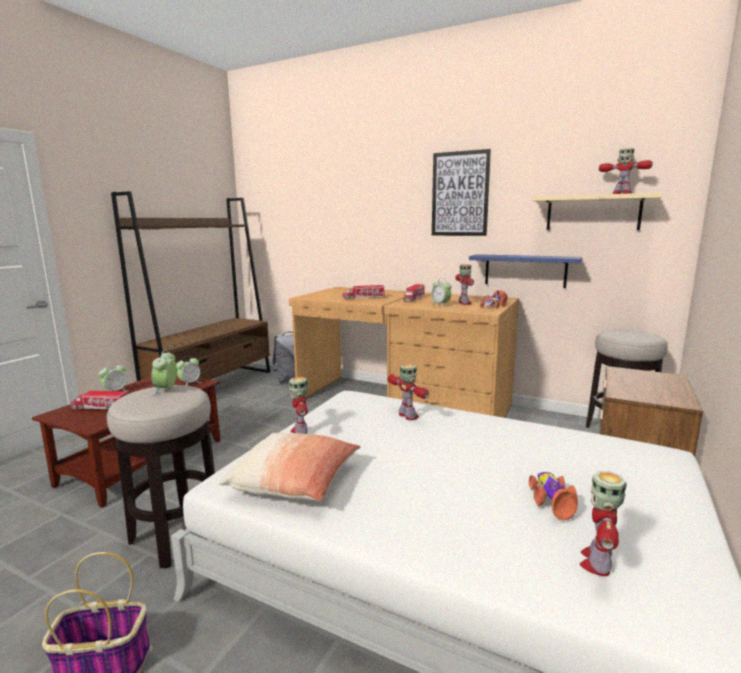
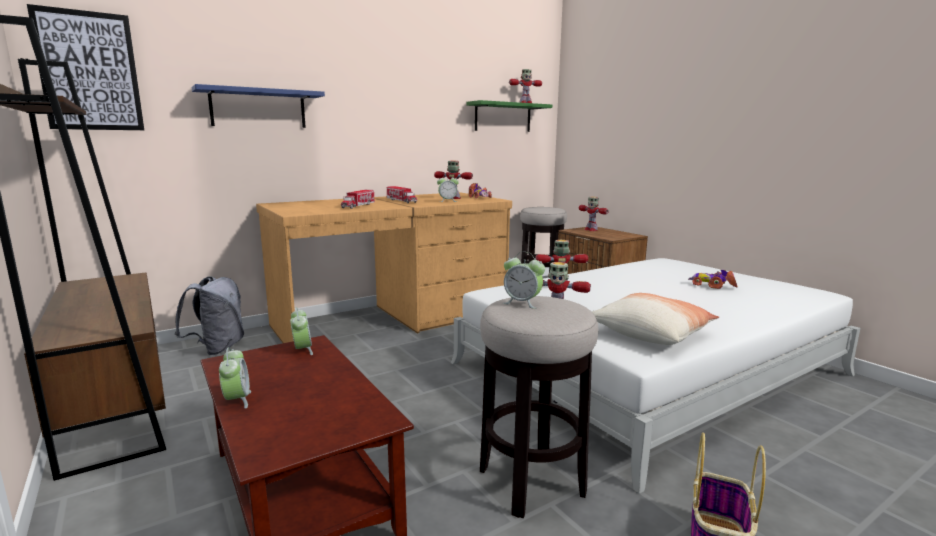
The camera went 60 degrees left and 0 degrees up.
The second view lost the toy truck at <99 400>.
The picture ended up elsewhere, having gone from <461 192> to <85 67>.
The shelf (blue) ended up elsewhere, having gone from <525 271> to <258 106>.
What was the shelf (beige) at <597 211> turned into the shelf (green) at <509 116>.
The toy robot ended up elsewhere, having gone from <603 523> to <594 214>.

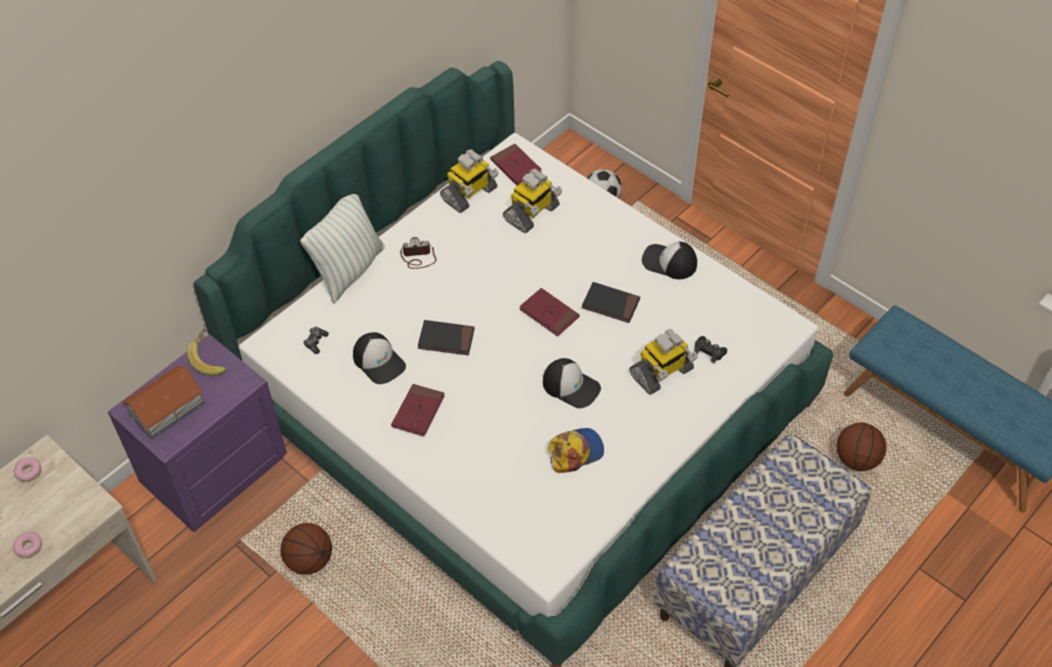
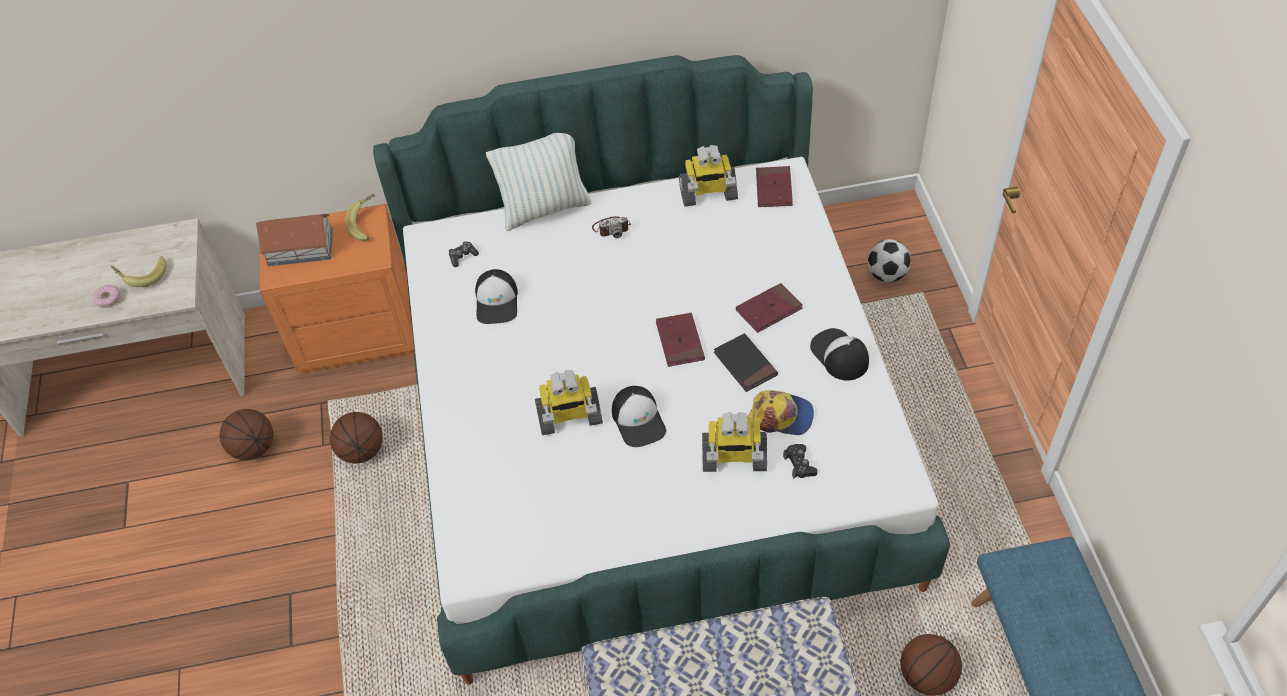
The camera went 40 degrees right and 0 degrees up.
The second view lost the donut at <27 469>.
What was the nightstand (purple) at <197 433> turned into the nightstand (orange) at <336 288>.
The book (red) ended up elsewhere, having gone from <418 410> to <769 308>.
The photo camera at <418 253> ended up facing another way, 135 degrees clockwise from before.
The second view lost the book (black) at <446 337>.
The toy robot ended up elsewhere, having gone from <532 200> to <569 402>.
The cap ended up elsewhere, having gone from <576 450> to <781 412>.
The second view gained the banana at <139 271>.
The second view gained the basketball at <246 434>.

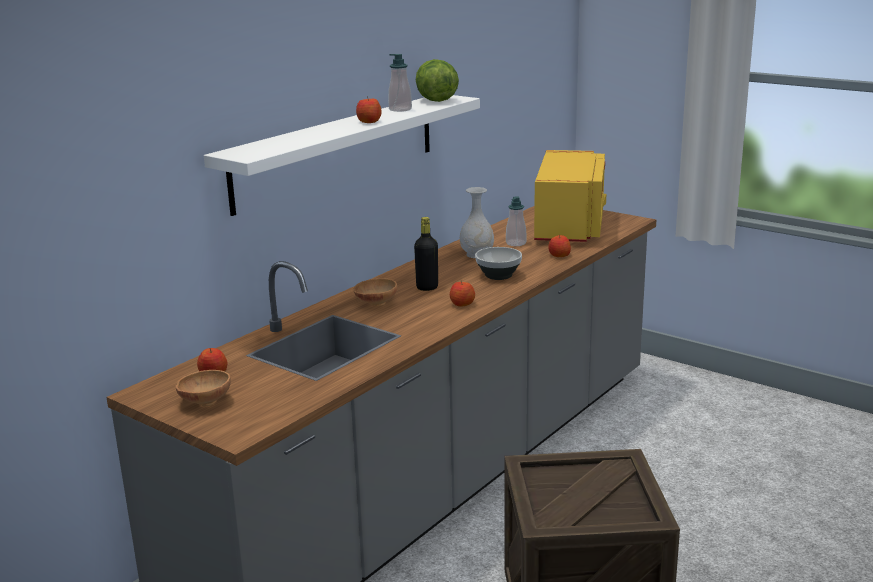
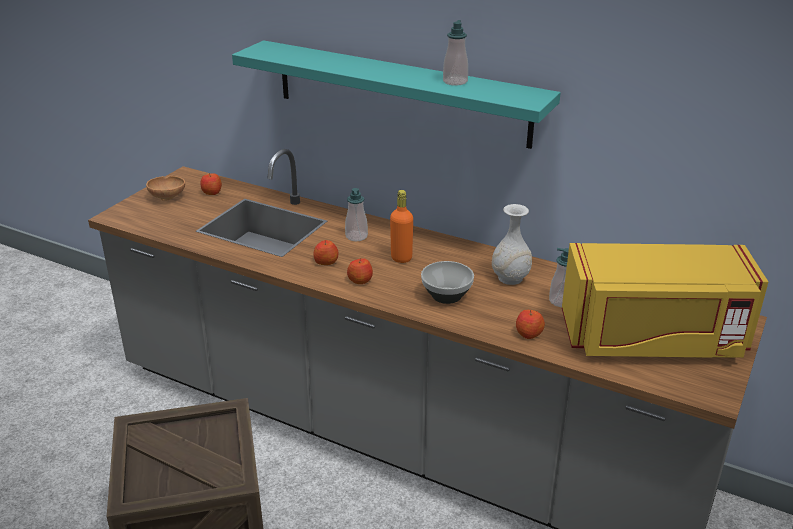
The camera went 80 degrees right and 10 degrees up.
What was the shelf (white) at <342 155> turned into the shelf (turquoise) at <396 94>.
Where the bowl (brown) stood at <375 292>, the soap dispenser came to stand at <356 214>.
The apple ended up elsewhere, having gone from <369 109> to <326 252>.
What was the bottle (black) at <426 254> turned into the bottle (orange) at <401 226>.
The second view lost the lettuce at <437 80>.

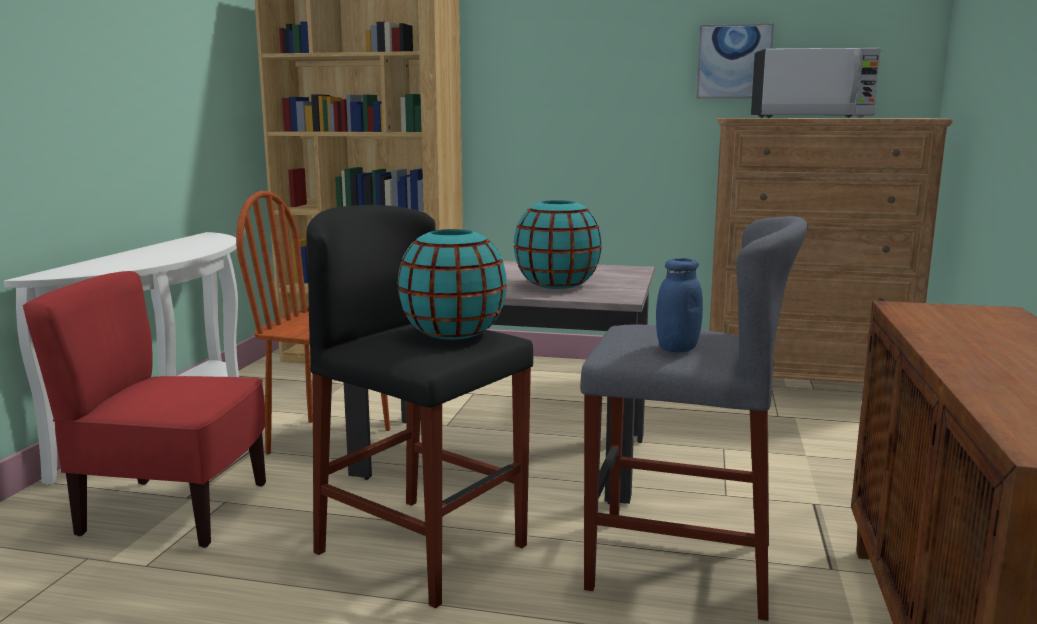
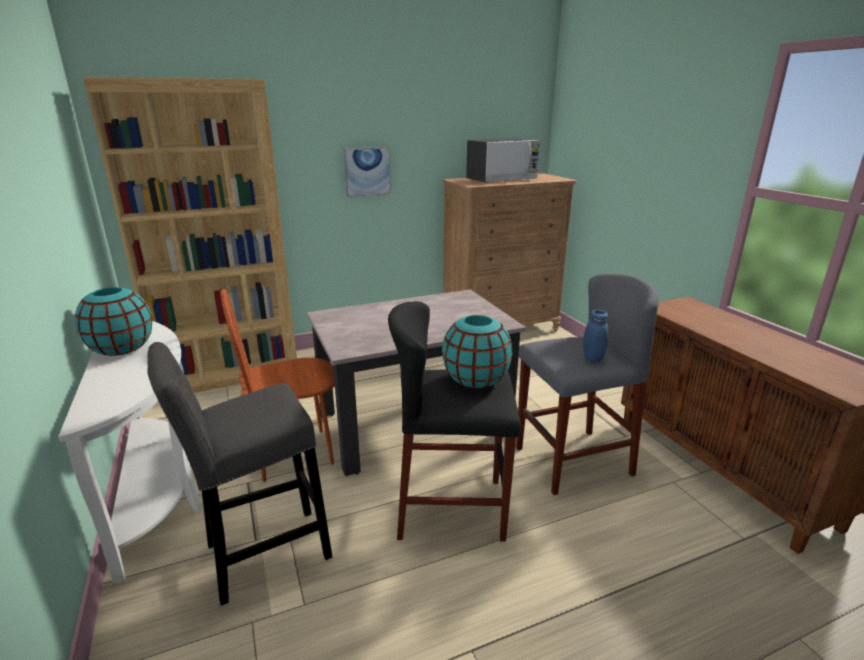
The camera went 35 degrees left and 10 degrees up.
Where the chair (red) stood at <144 409>, the stool (grey) came to stand at <239 474>.
The vase (turquoise) ended up elsewhere, having gone from <558 244> to <113 321>.
The picture ended up elsewhere, having gone from <735 61> to <367 172>.

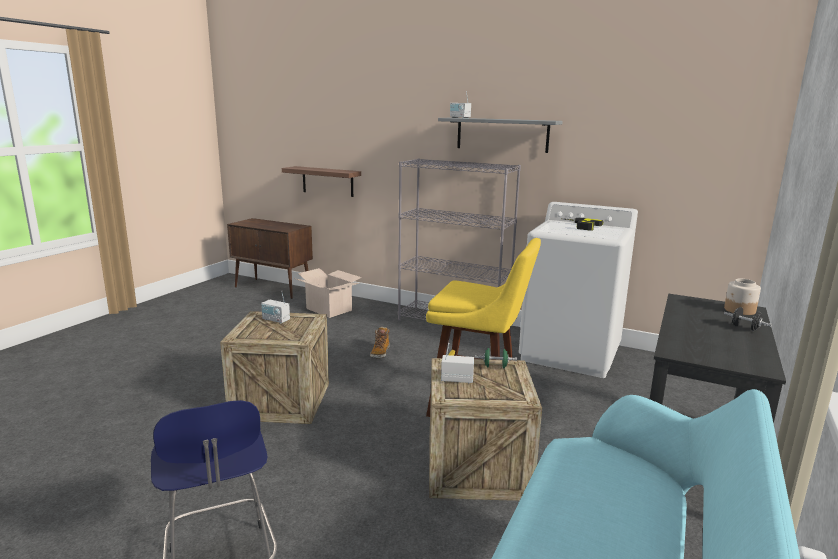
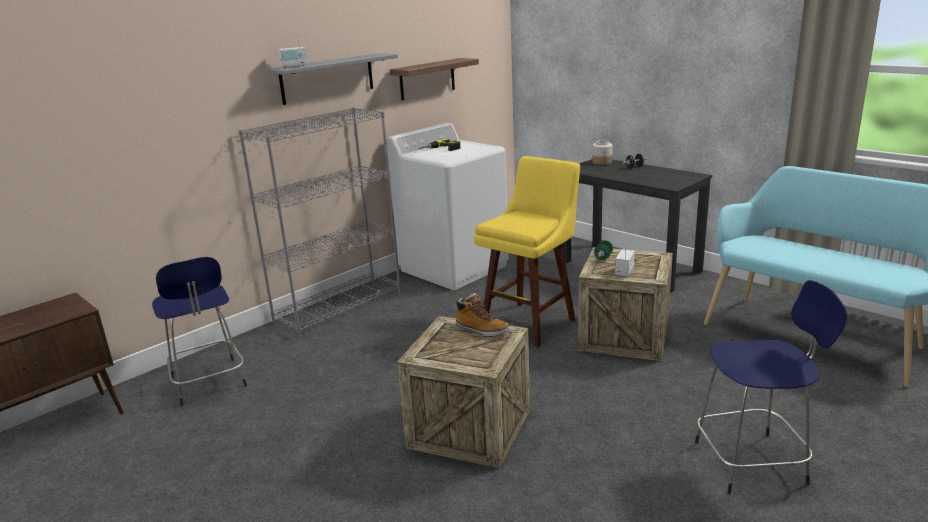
The camera went 70 degrees left and 5 degrees up.
The second view lost the radio at <275 307>.
The shelf ended up elsewhere, having gone from <321 181> to <434 79>.
Where the cardboard box stood at <328 293>, the stool (blue) came to stand at <199 331>.
The boot ended up elsewhere, having gone from <380 342> to <482 315>.

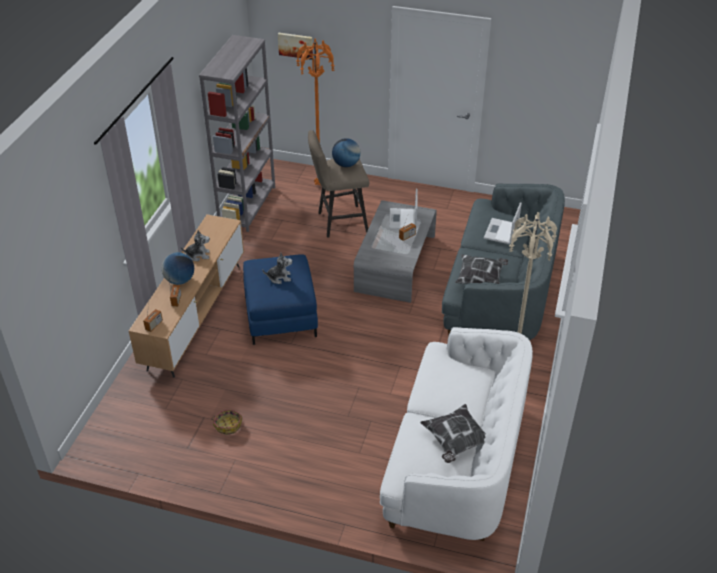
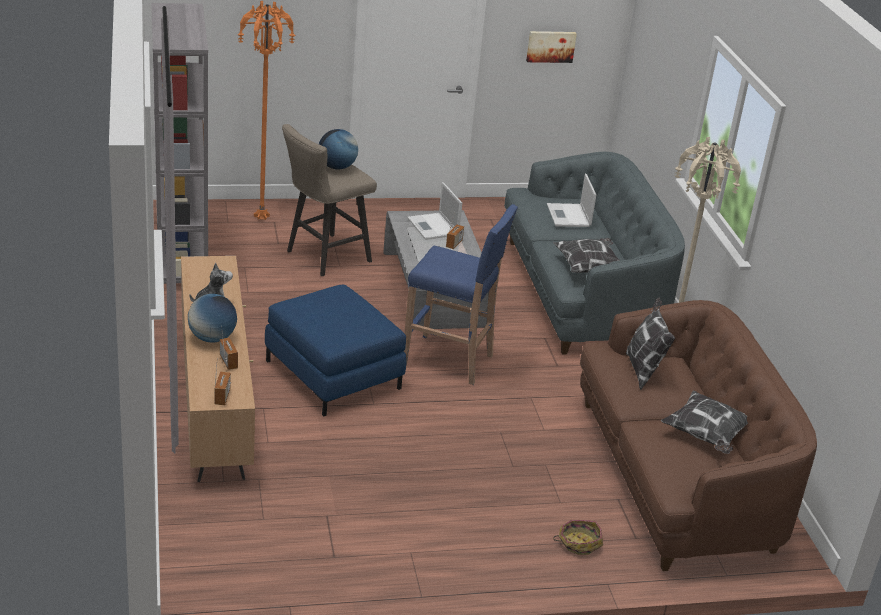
The camera went 30 degrees left and 10 degrees down.
The basket ended up elsewhere, having gone from <227 422> to <578 537>.
The second view lost the plush toy at <277 268>.
The picture ended up elsewhere, having gone from <295 46> to <551 47>.
What was the sofa (white) at <456 434> turned into the sofa (brown) at <698 435>.
The second view gained the stool (blue) at <461 294>.
The second view gained the pillow at <650 343>.

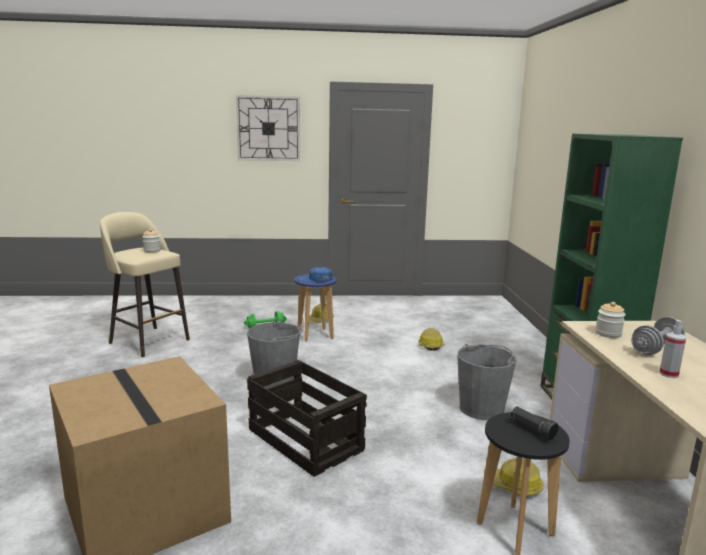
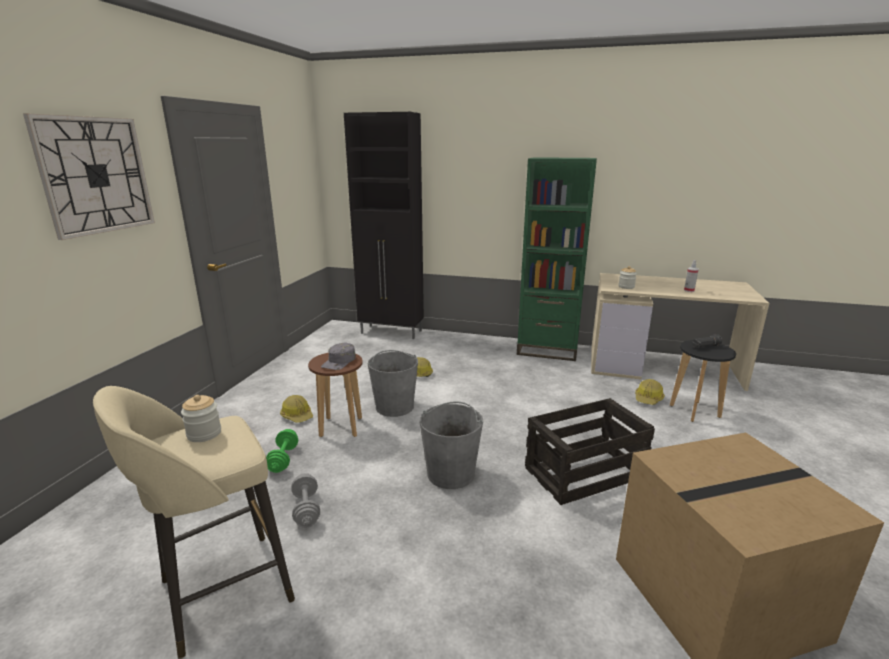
The camera went 70 degrees left and 5 degrees up.
What was the stool (blue) at <315 308> turned into the stool (brown) at <335 395>.
What was the cap (blue) at <316 274> turned into the cap (grey) at <338 356>.
The bucket (grey) ended up elsewhere, having gone from <486 382> to <393 383>.
The dumbbell (grey) ended up elsewhere, having gone from <658 336> to <305 500>.
The second view gained the cabinet (black) at <384 225>.

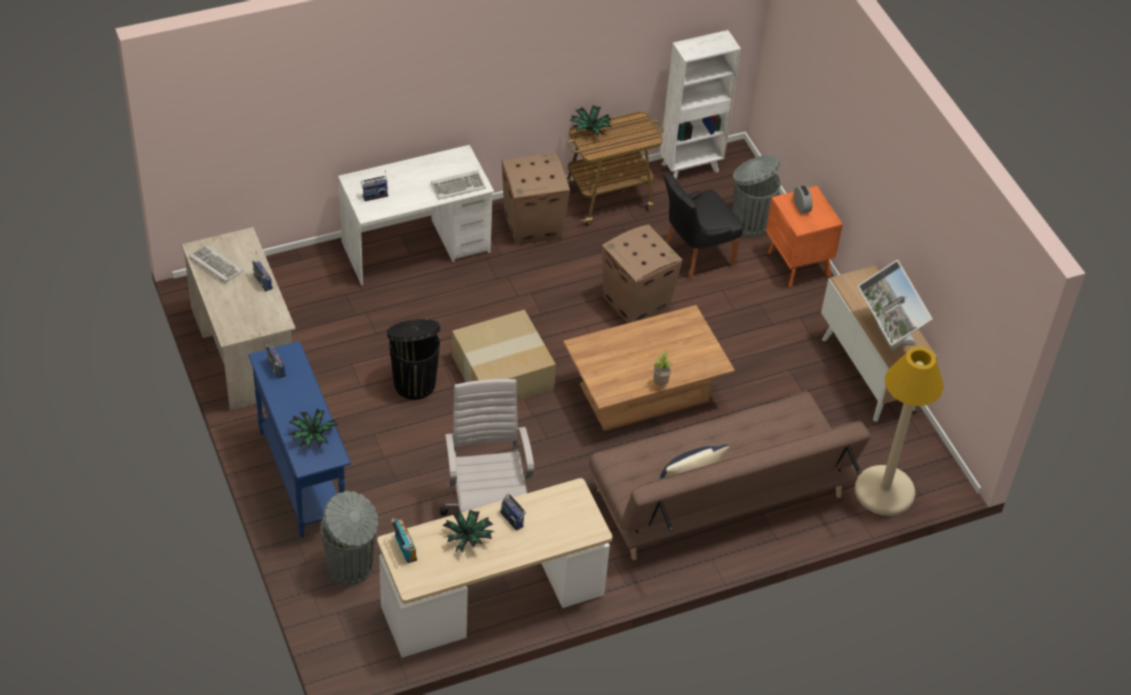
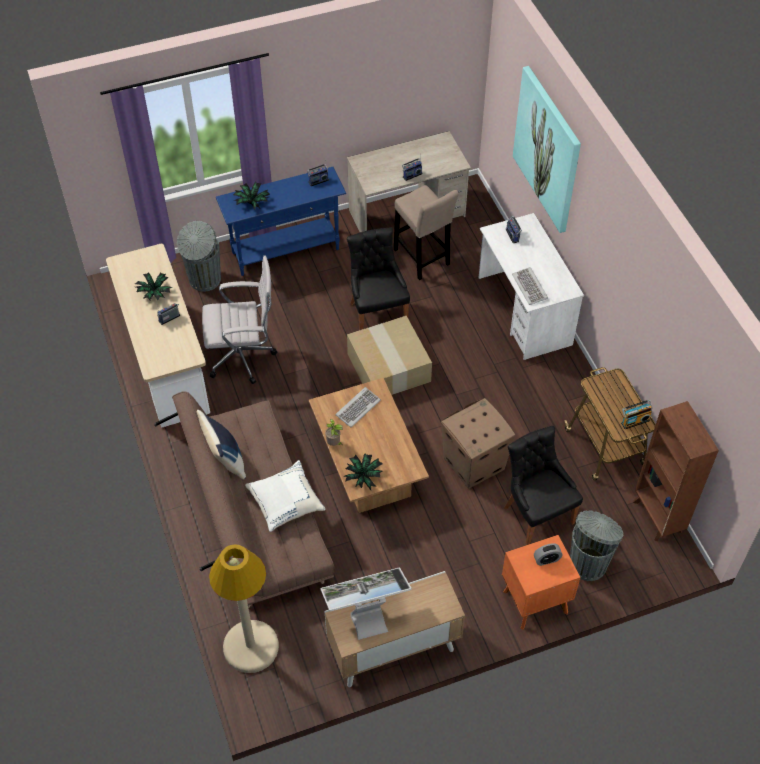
The camera went 95 degrees right and 5 degrees up.
The keyboard ended up elsewhere, having gone from <216 263> to <358 407>.
Where the trash can (black) stood at <413 359>, the chair (black) came to stand at <378 279>.
The radio ended up elsewhere, having gone from <404 540> to <637 414>.
The second view lost the cardboard box at <535 199>.
The potted plant ended up elsewhere, having gone from <590 120> to <363 471>.
What was the bookcase (white) at <700 105> turned into the bookcase (brown) at <676 471>.
The second view gained the pillow (white) at <285 496>.
The second view gained the stool (beige) at <426 232>.
The second view gained the picture at <547 149>.

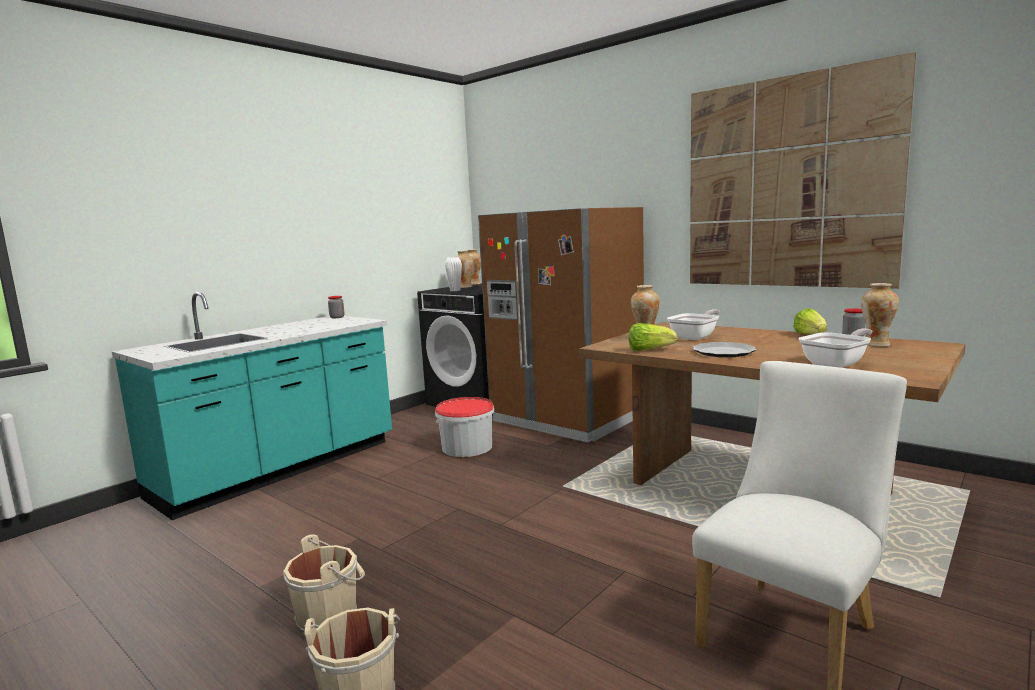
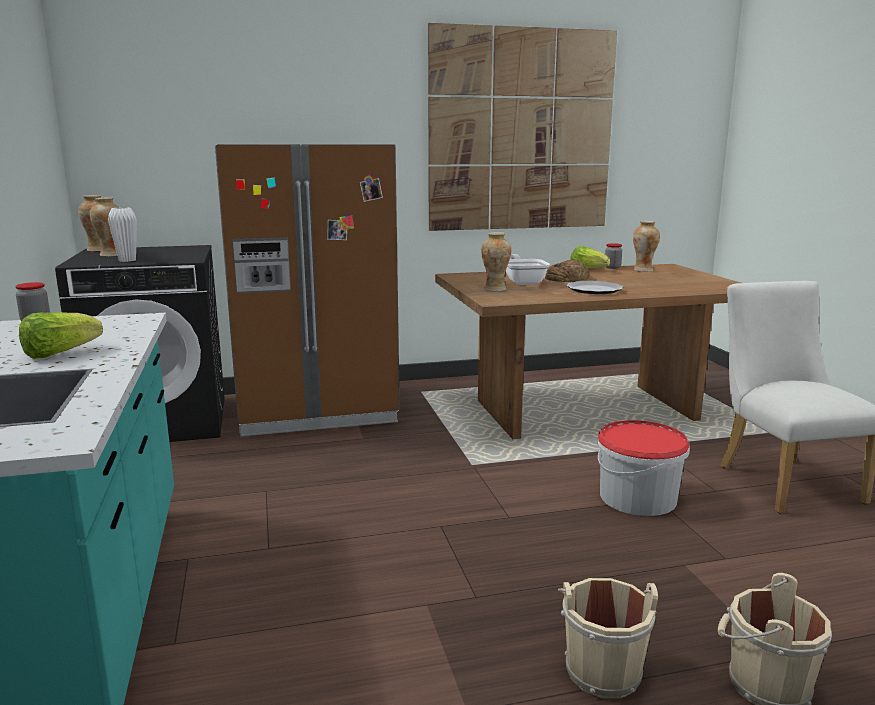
The camera went 55 degrees left and 5 degrees up.
The bucket ended up elsewhere, having gone from <464 427> to <643 468>.
The lettuce ended up elsewhere, having gone from <653 337> to <61 335>.
The second view lost the frying pan at <835 348>.
The second view gained the bread at <567 271>.

